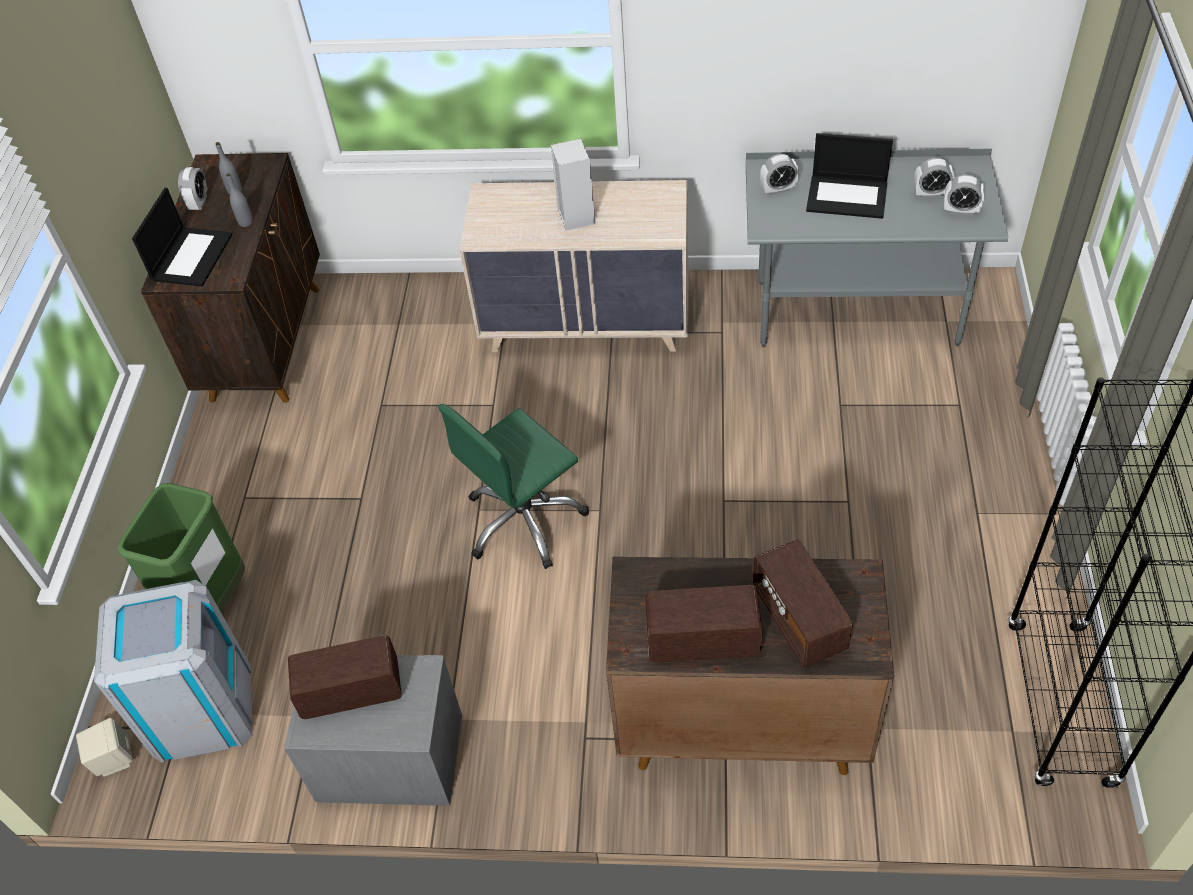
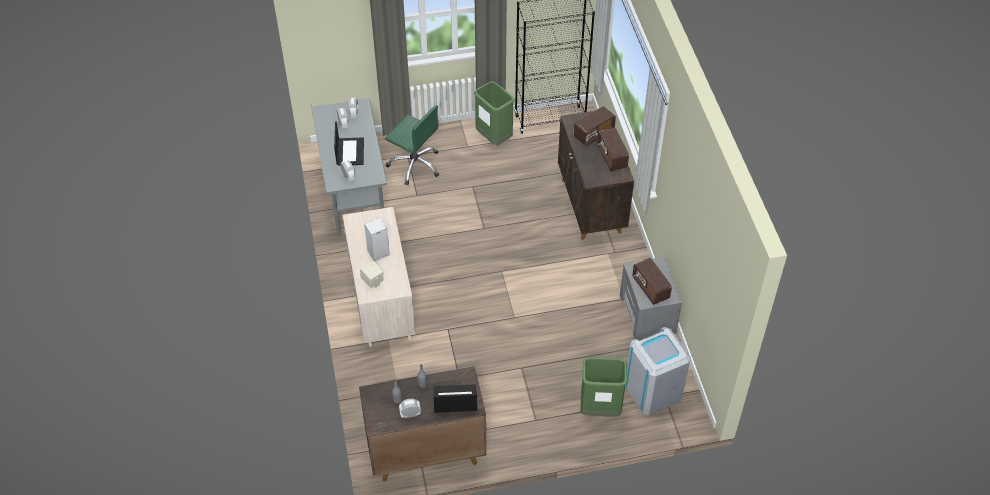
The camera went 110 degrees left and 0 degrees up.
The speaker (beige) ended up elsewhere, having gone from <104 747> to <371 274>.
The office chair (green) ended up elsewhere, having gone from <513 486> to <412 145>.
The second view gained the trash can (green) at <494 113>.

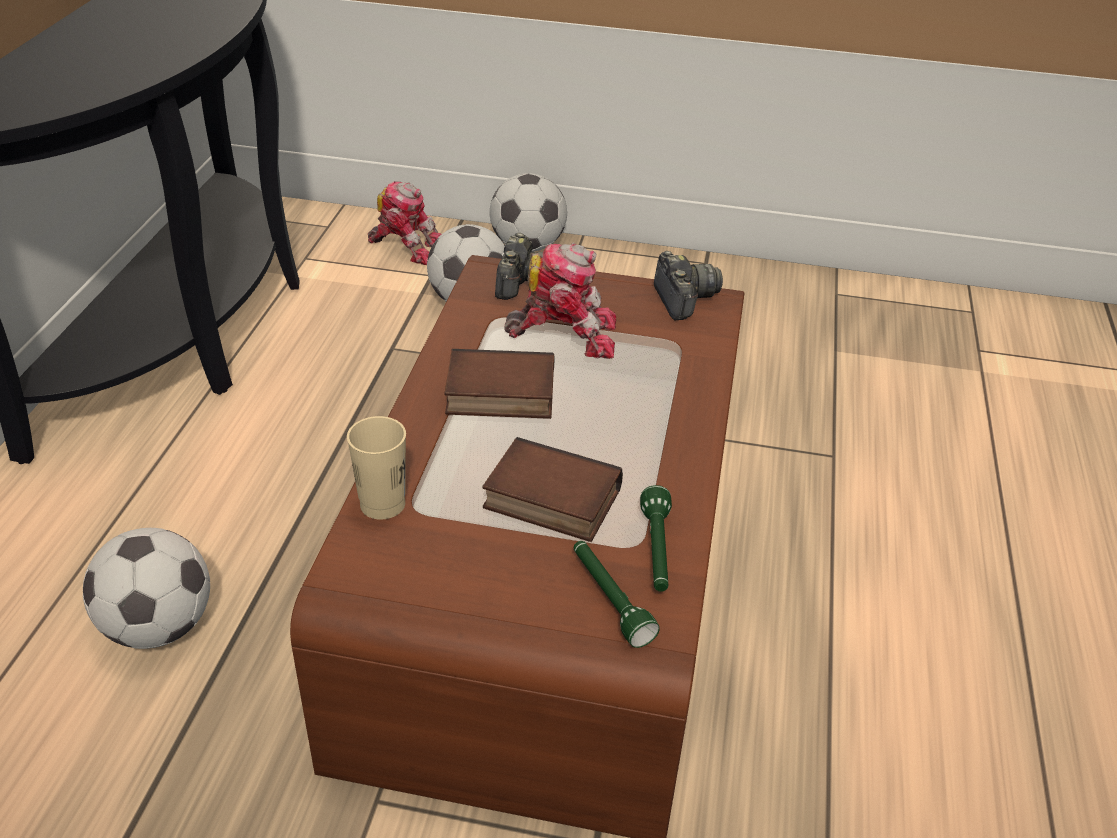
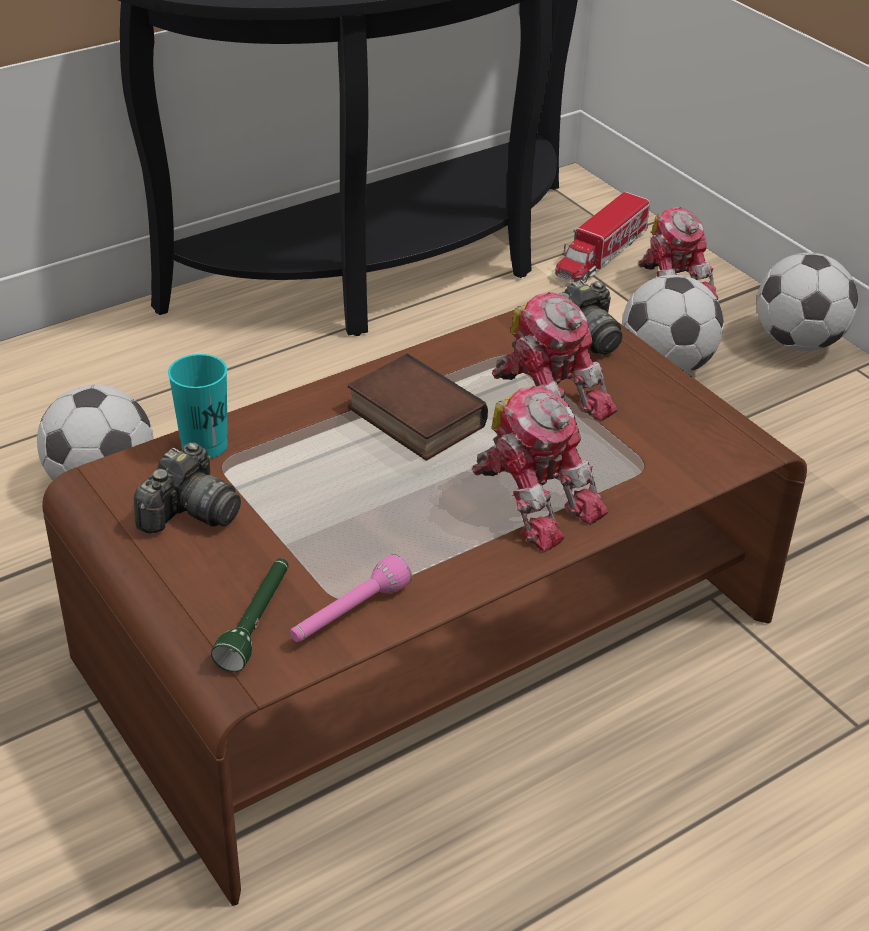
The camera went 45 degrees right and 0 degrees up.
What was the cup (beige) at <376 468> turned into the cup (turquoise) at <197 406>.
The second view lost the book at <553 489>.
What was the flashlight (green) at <656 538> turned into the flashlight (pink) at <351 598>.
The photo camera ended up elsewhere, having gone from <688 285> to <187 488>.
The second view gained the toy robot at <540 468>.
The second view gained the toy truck at <602 237>.

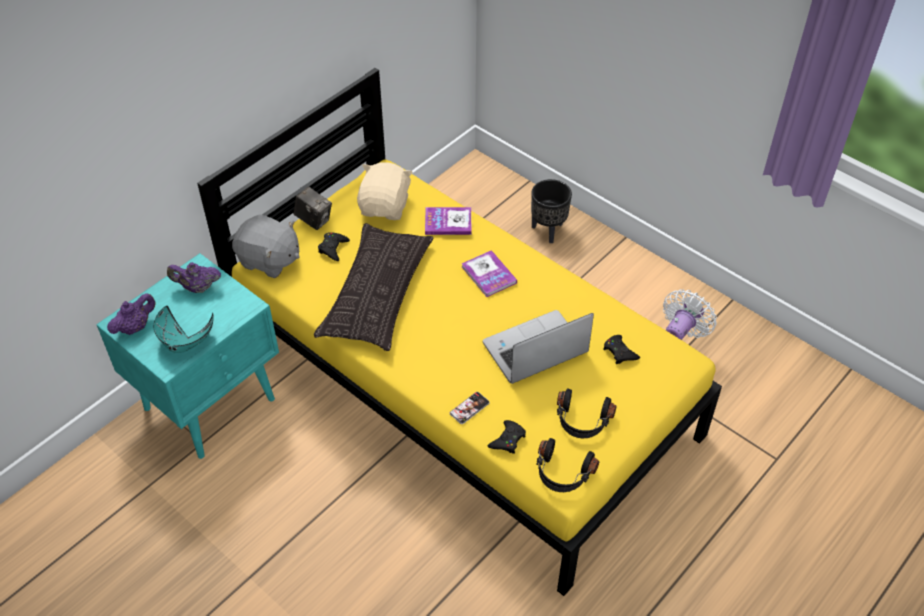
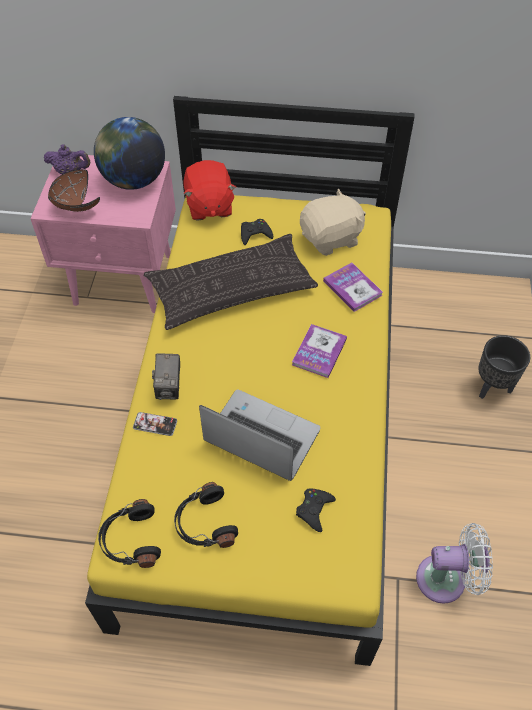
The camera went 55 degrees right and 5 degrees up.
What was the nightstand (turquoise) at <187 356> turned into the nightstand (pink) at <103 234>.
What was the bowl (turquoise) at <184 329> turned into the bowl (brown) at <74 190>.
Where the teapot (purple) stood at <194 277>, the globe came to stand at <129 153>.
What was the plush toy (grey) at <266 246> turned into the plush toy (red) at <209 190>.
The photo camera ended up elsewhere, having gone from <312 208> to <166 376>.
The second view lost the game controller (black) at <507 437>.

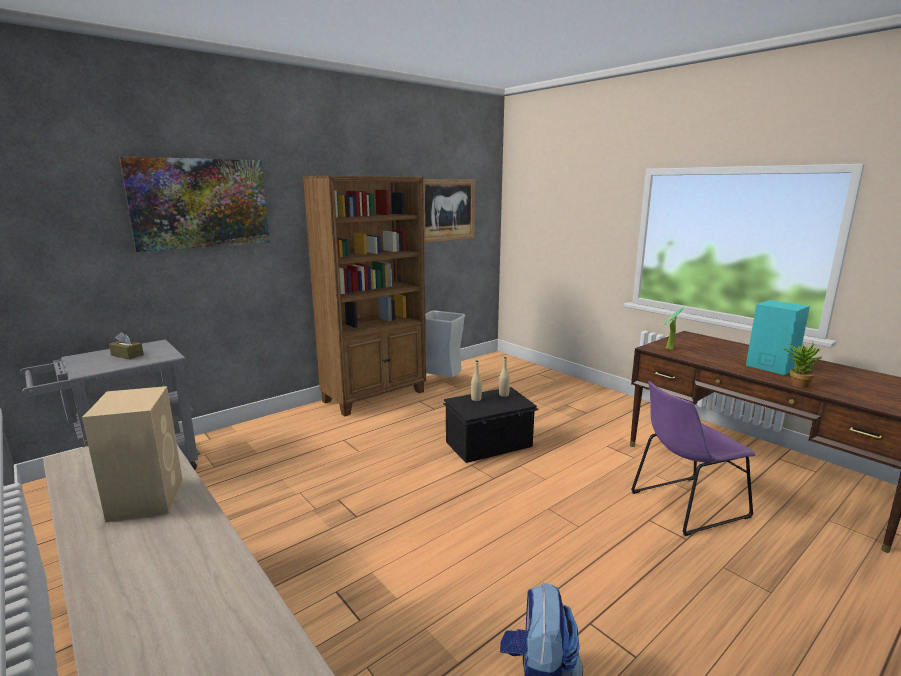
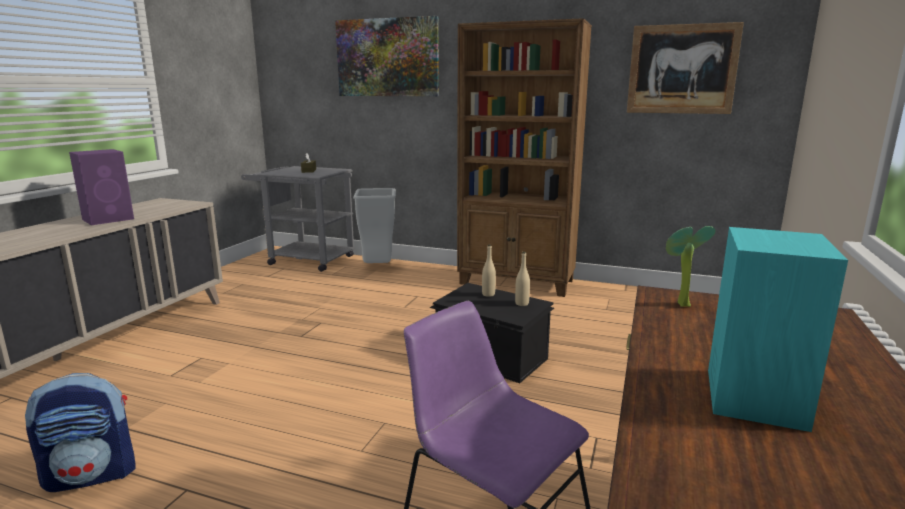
The camera went 60 degrees right and 0 degrees up.
What was the speaker (beige) at <132 454> turned into the speaker (purple) at <101 187>.
The trash can (grey) ended up elsewhere, having gone from <445 344> to <374 225>.
The second view lost the potted plant at <803 365>.

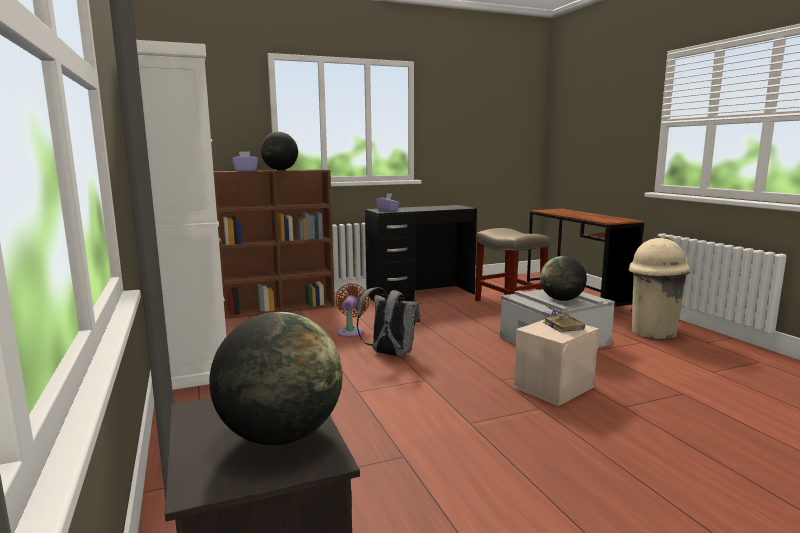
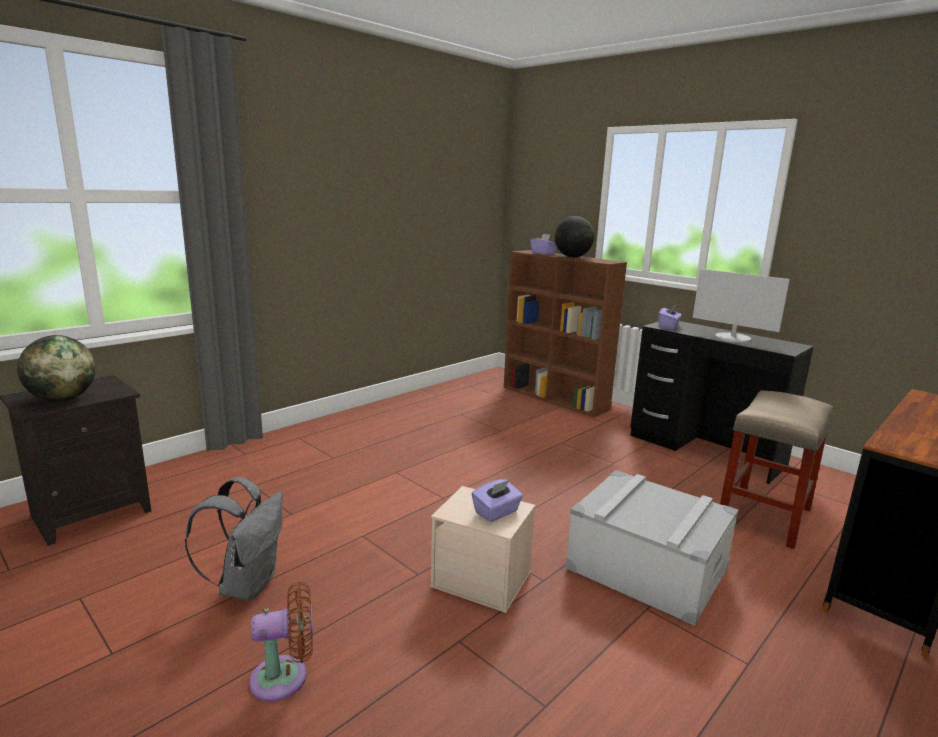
The camera went 65 degrees right and 5 degrees up.
The second view lost the cabinet (white) at <181 215>.
The fan (brown) ended up elsewhere, having gone from <352 310> to <281 642>.
The backpack (grey) ended up elsewhere, having gone from <388 322> to <233 539>.
The second view lost the globe at <563 278>.
Where the book stood at <564 319>, the tissue box (purple) came to stand at <497 500>.
The second view lost the trash can (beige) at <659 287>.
The second view gained the monitor at <741 306>.

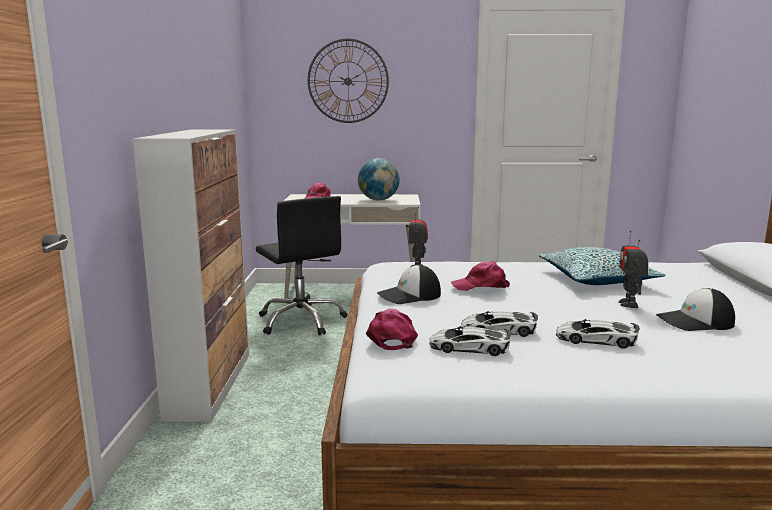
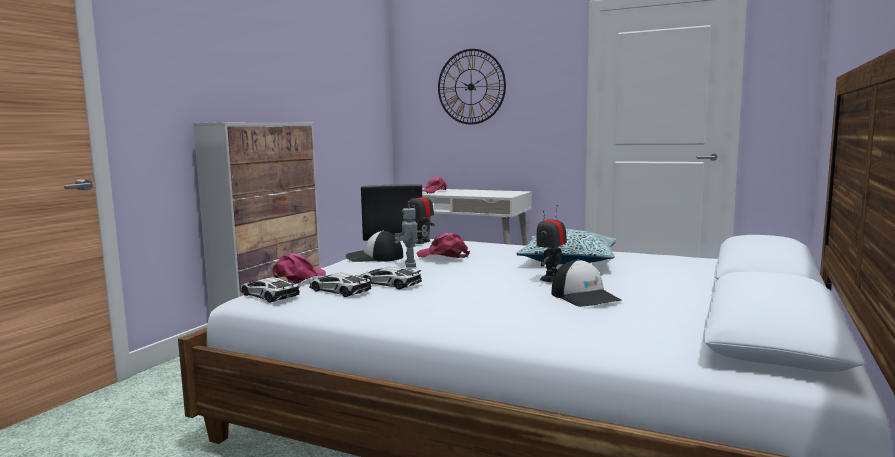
The camera went 25 degrees right and 5 degrees down.
The second view lost the globe at <379 179>.
The toy car ended up elsewhere, having gone from <598 334> to <270 290>.
The cap at <695 309> ended up facing another way, 135 degrees counterclockwise from before.
The second view gained the toy robot at <410 234>.

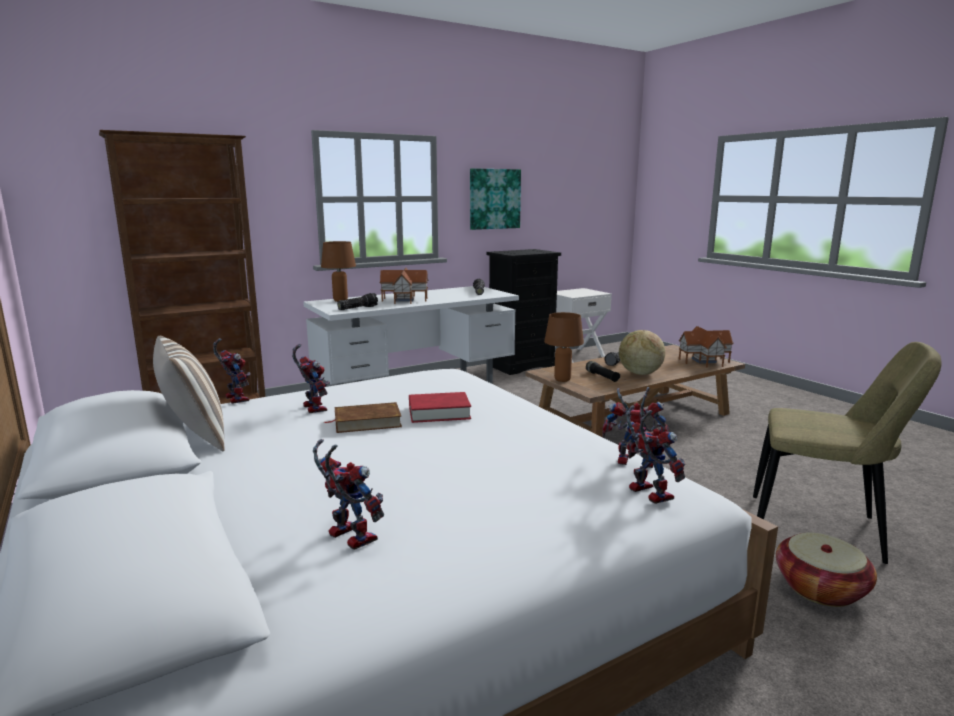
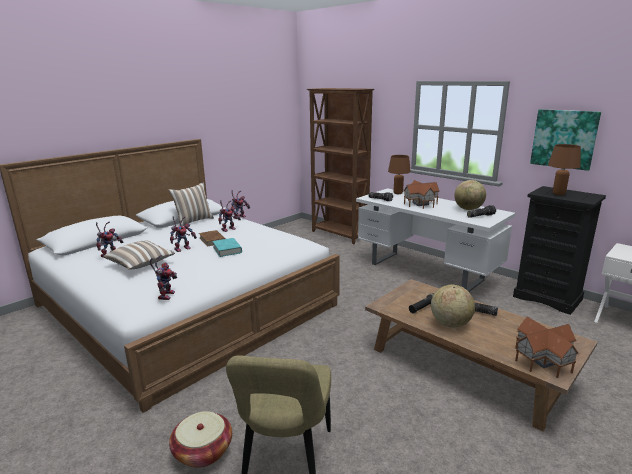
The camera went 75 degrees right and 5 degrees up.
What was the book (red) at <440 407> turned into the book (turquoise) at <227 247>.
The table lamp (brown) ended up elsewhere, having gone from <564 347> to <564 169>.
The toy robot ended up elsewhere, having gone from <655 454> to <183 234>.
The second view gained the pillow at <139 255>.
The second view gained the globe at <470 195>.

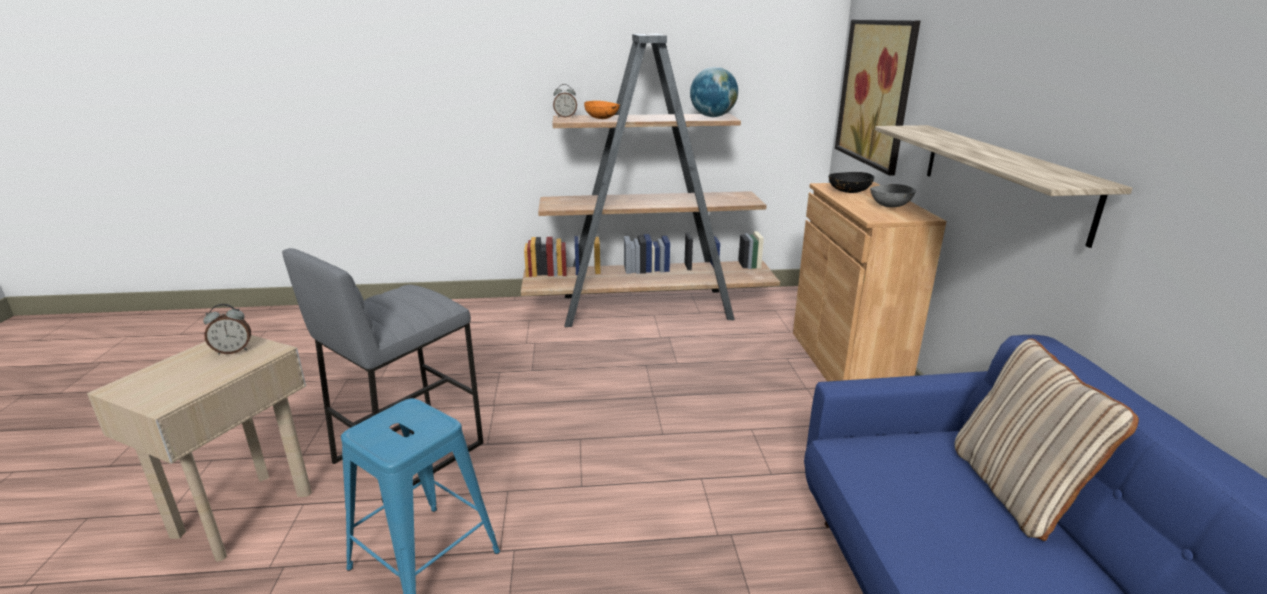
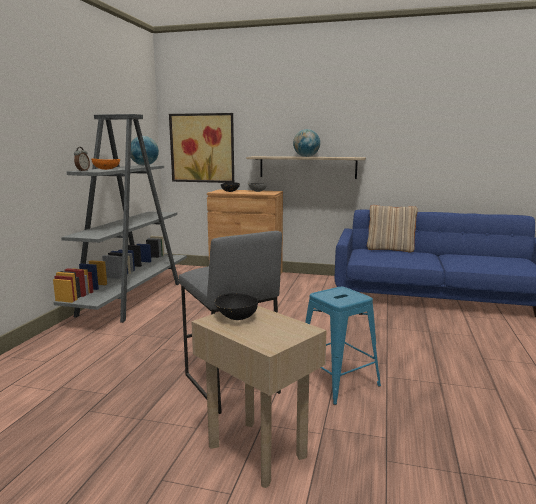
The camera went 70 degrees left and 10 degrees down.
Where the alarm clock stood at <227 329>, the bowl (black) came to stand at <236 306>.
What was the bookcase (brown) at <650 180> turned into the bookcase (grey) at <120 218>.
The second view gained the globe at <306 143>.

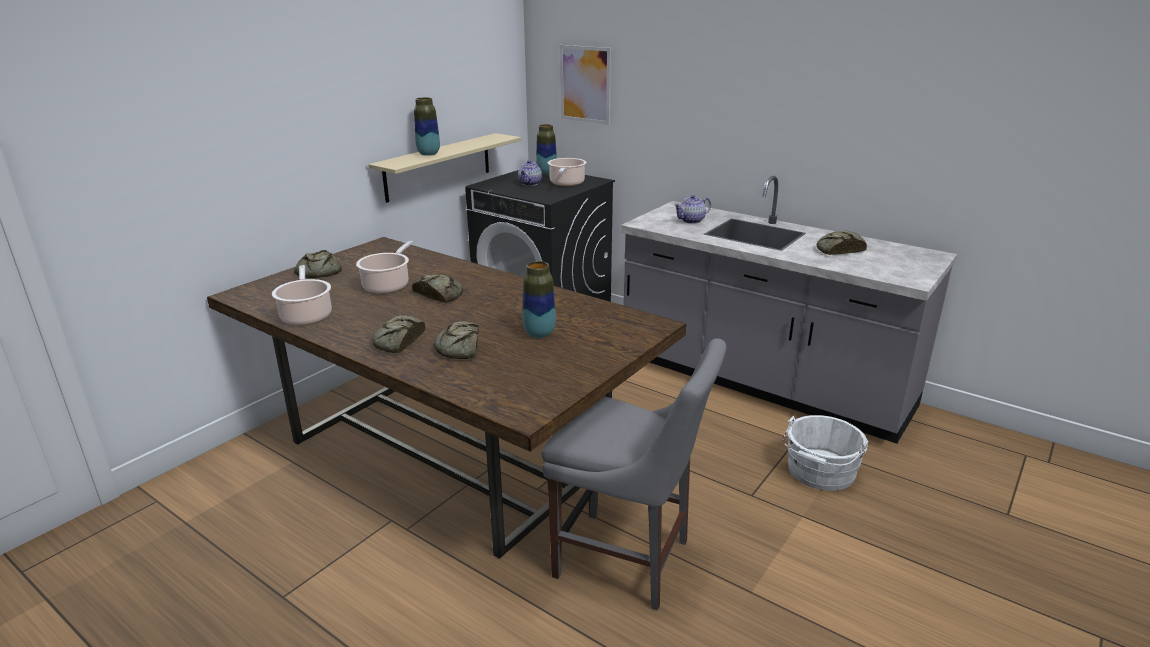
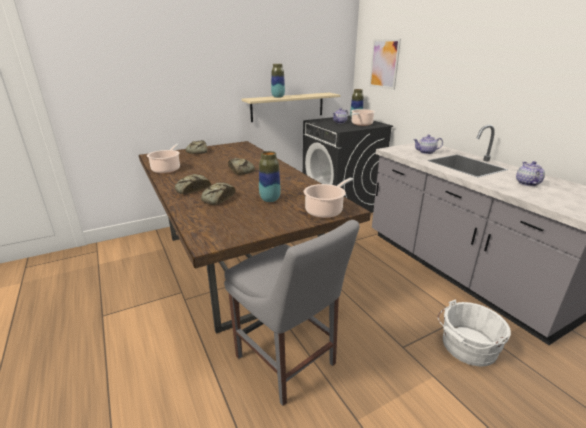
The camera went 25 degrees right and 0 degrees up.
The cooking pot ended up elsewhere, having gone from <385 267> to <328 198>.
Where the bread stood at <842 242>, the teapot came to stand at <530 173>.

